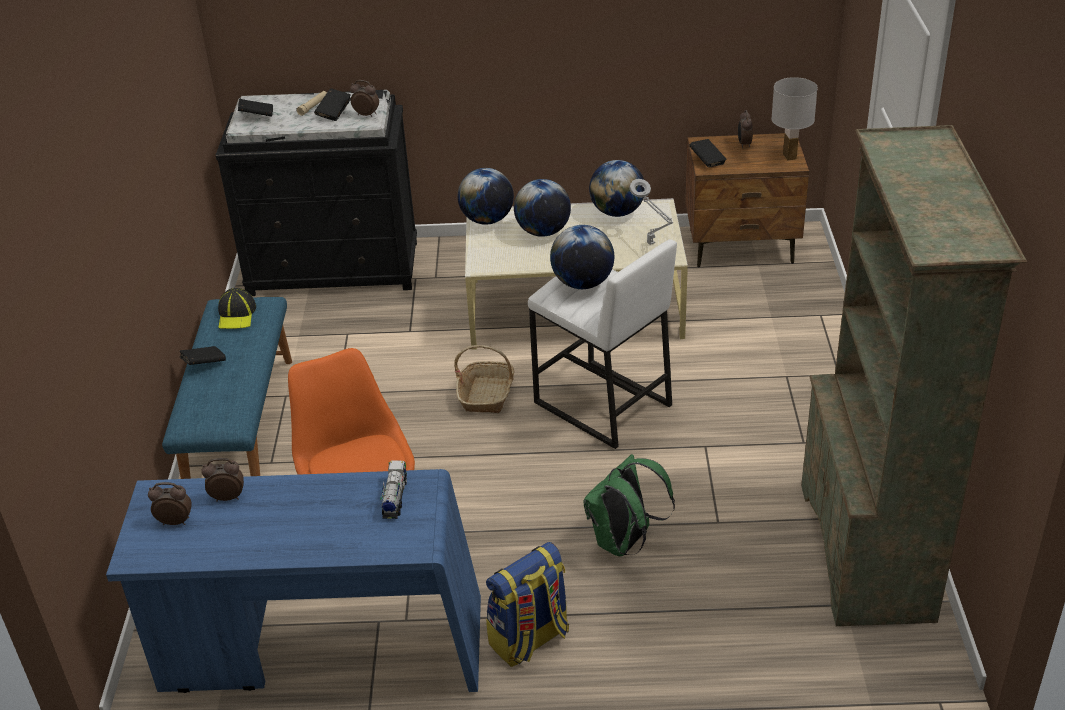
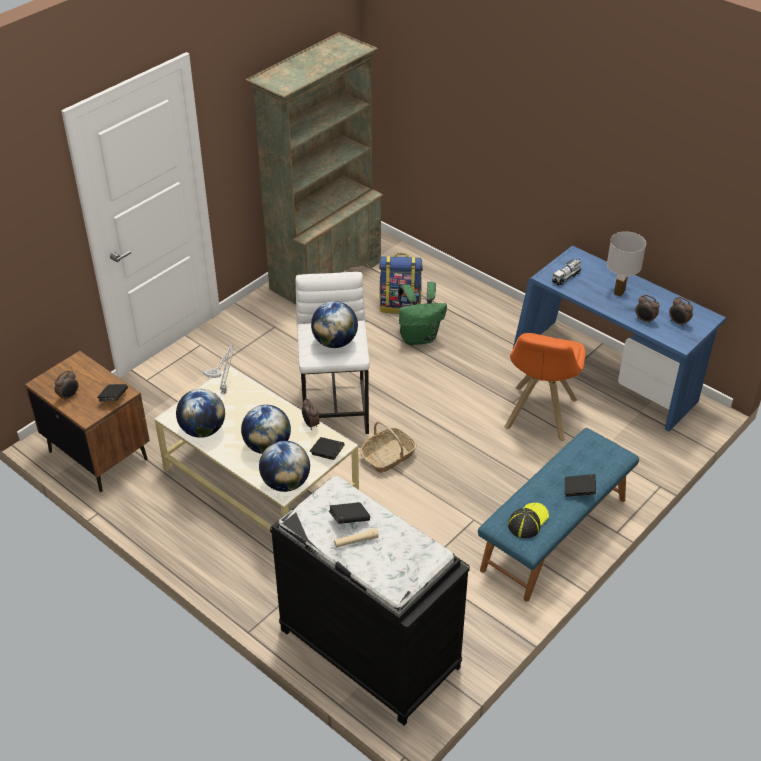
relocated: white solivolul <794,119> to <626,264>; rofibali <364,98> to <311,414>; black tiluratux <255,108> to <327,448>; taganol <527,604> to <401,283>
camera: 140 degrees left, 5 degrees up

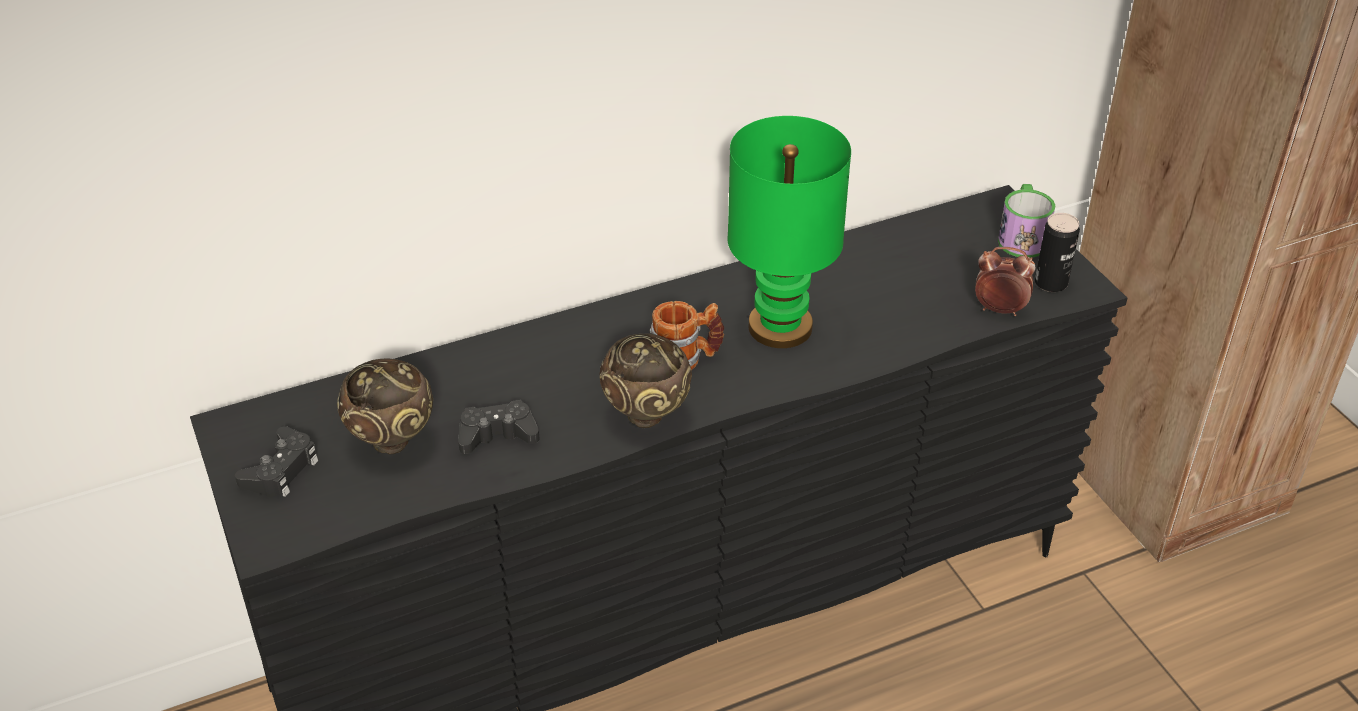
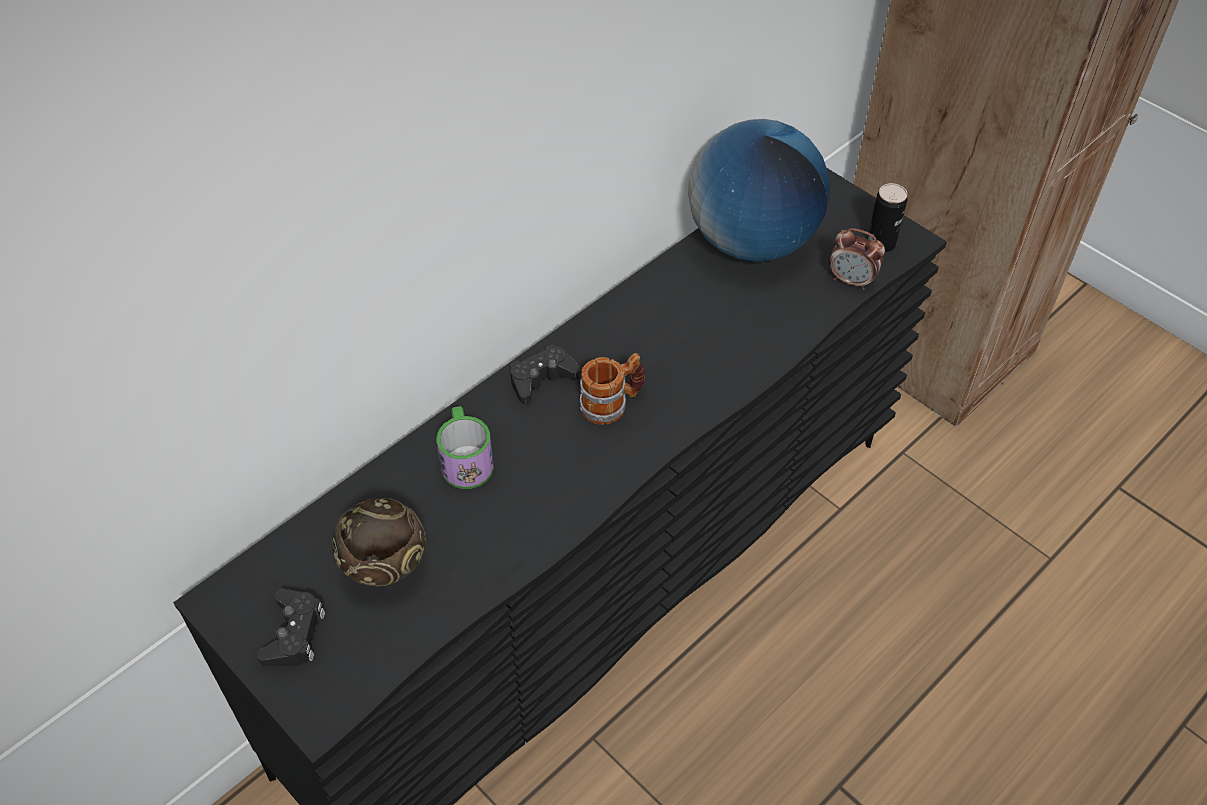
missing: green solivolul <789,232>; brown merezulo <646,381>
appeared: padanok <759,190>
relocated: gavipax <1027,221> to <465,447>; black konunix <498,427> to <545,374>
spun: rofibali <1005,281> = <857,259> 150 degrees counterclockwise
camera: 20 degrees left, 10 degrees up

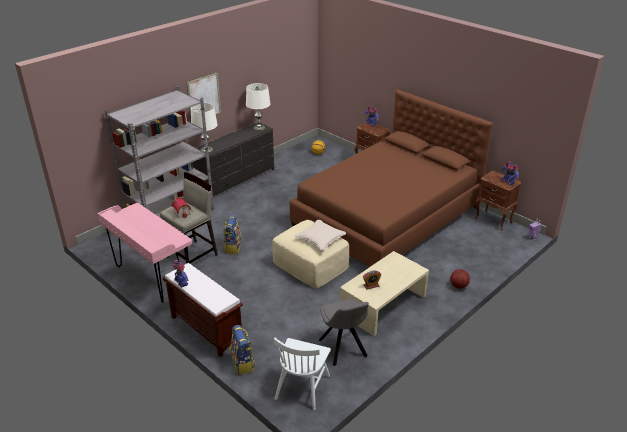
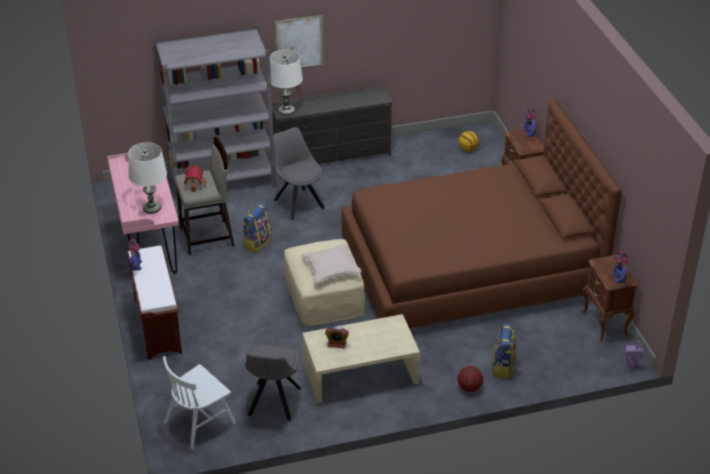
appeared: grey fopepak <299,173>
relocated: white solivolul <258,107> to <147,178>; taganol <242,350> to <504,351>
camera: 30 degrees right, 5 degrees up

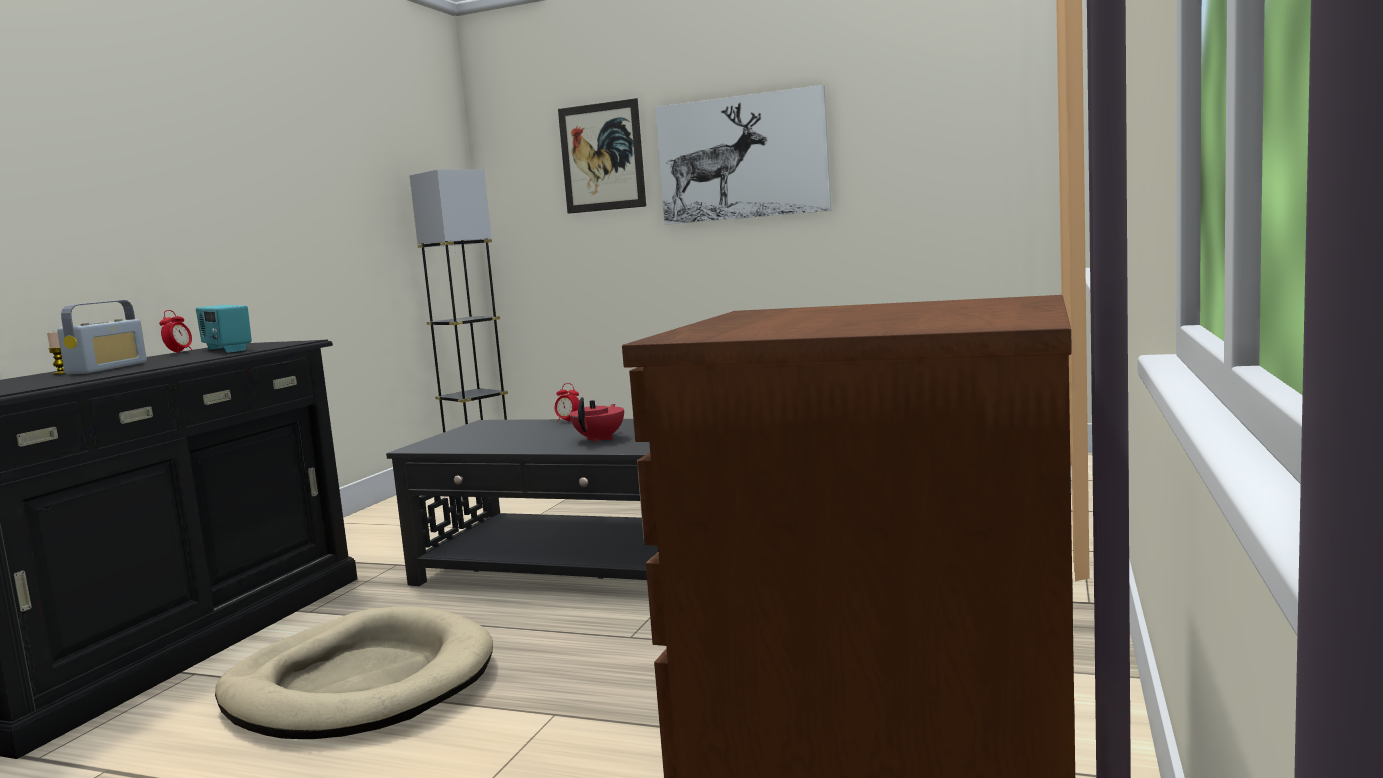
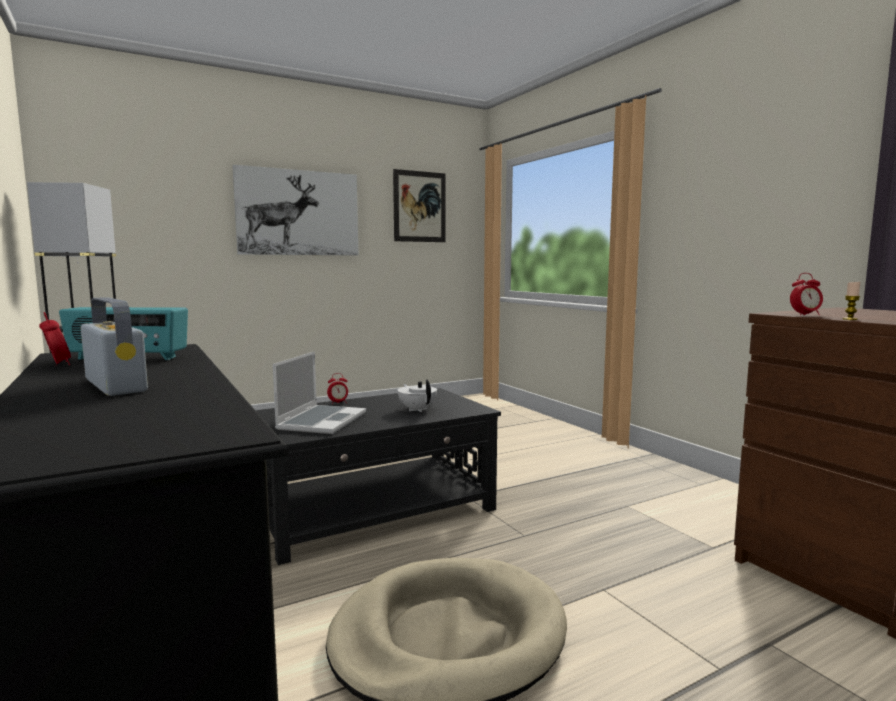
appeared: rofibali <806,294>; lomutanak <319,392>
relocated: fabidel <602,156> to <419,205>; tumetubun <56,352> to <851,301>
colour: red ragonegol <597,419> to white ragonegol <417,395>
camera: 50 degrees left, 0 degrees up

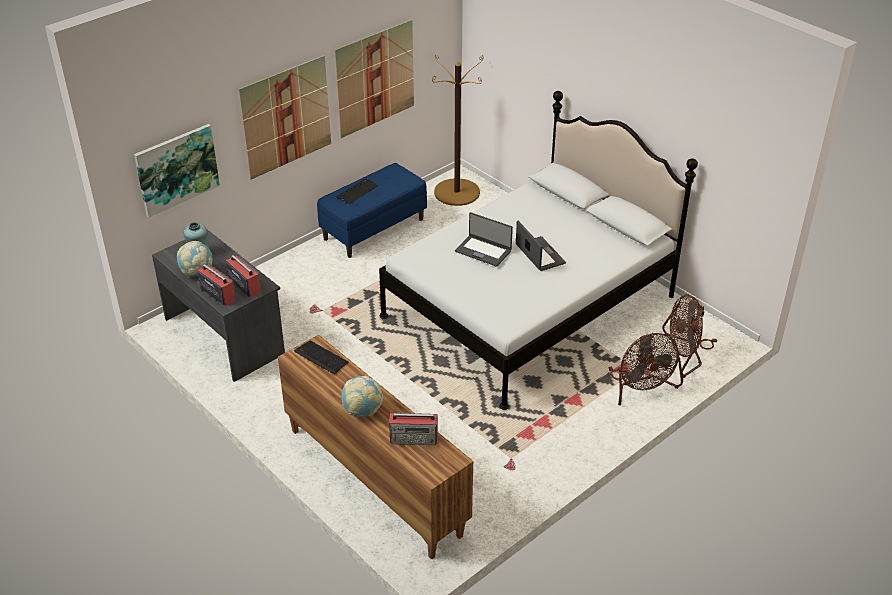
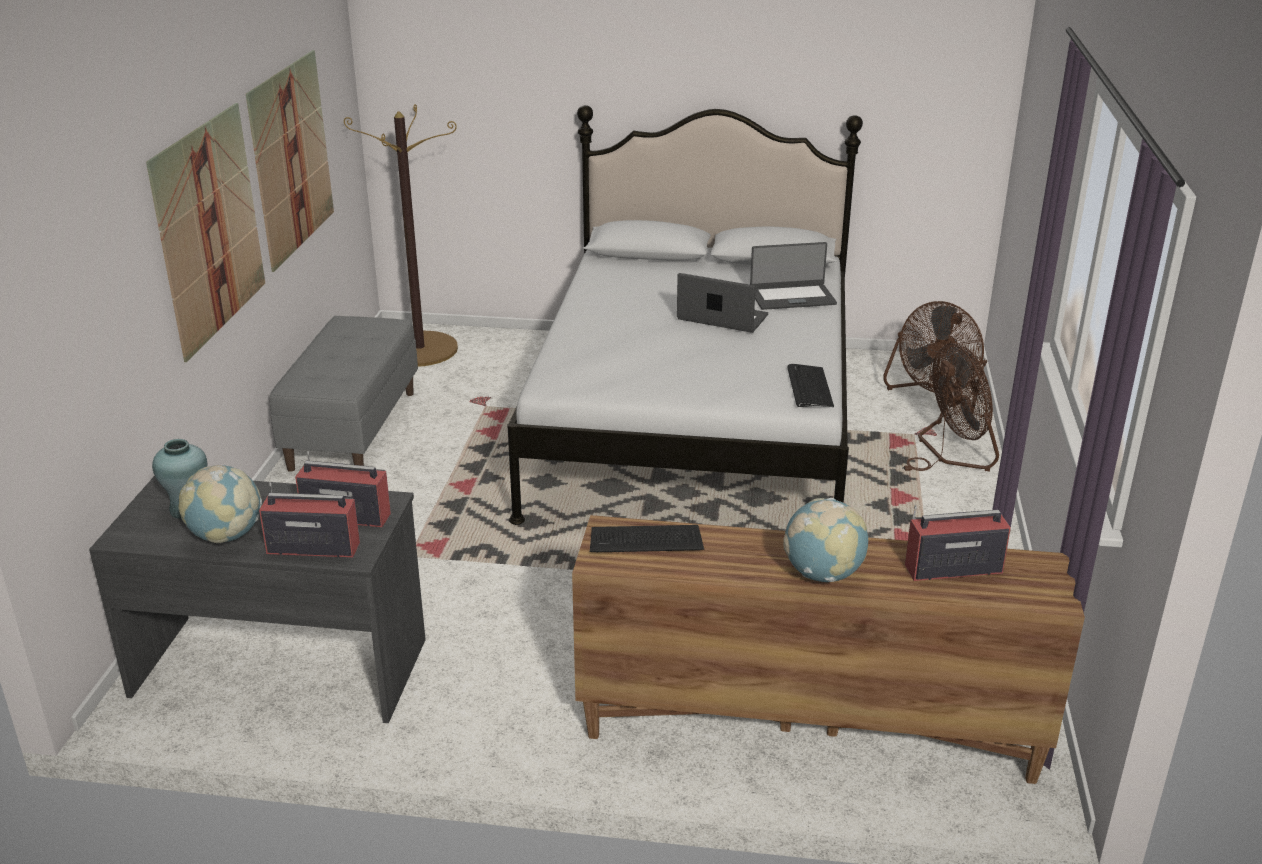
missing: fabidel <177,170>
relocated: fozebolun <357,191> to <810,385>; lomutanak <484,239> to <793,276>
colour: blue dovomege <372,210> to grey dovomege <344,394>
spun: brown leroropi <646,368> = <950,407> 45 degrees counterclockwise; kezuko <413,429> = <958,543> 150 degrees counterclockwise
camera: 40 degrees left, 10 degrees down

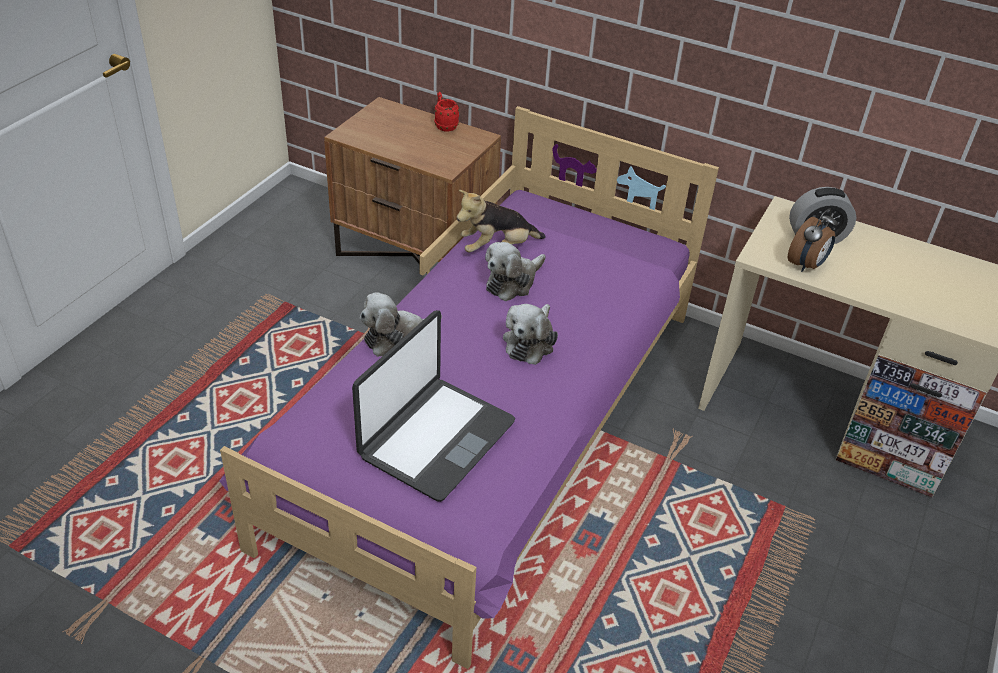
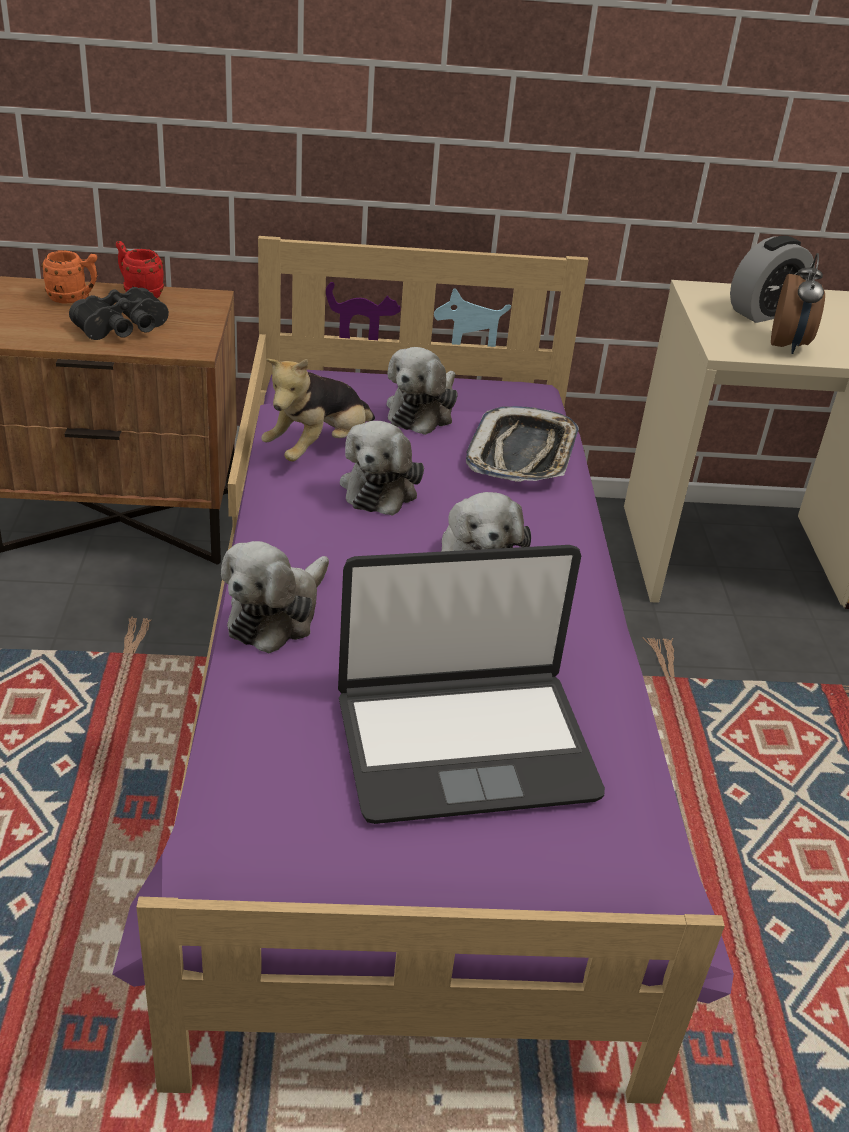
appeared: orange gavipax <69,277>; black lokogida <119,313>; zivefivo <422,391>; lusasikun <522,444>
spun: lomutanak <433,406> = <471,684> 75 degrees clockwise
camera: 30 degrees left, 5 degrees down

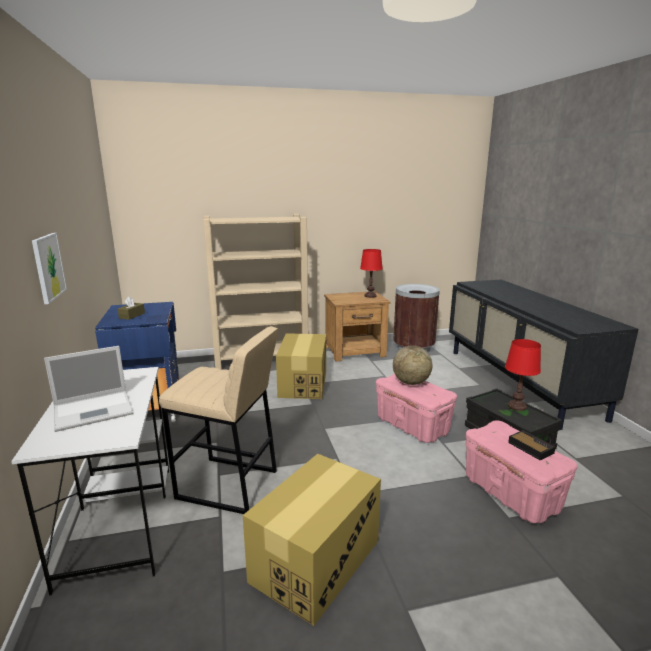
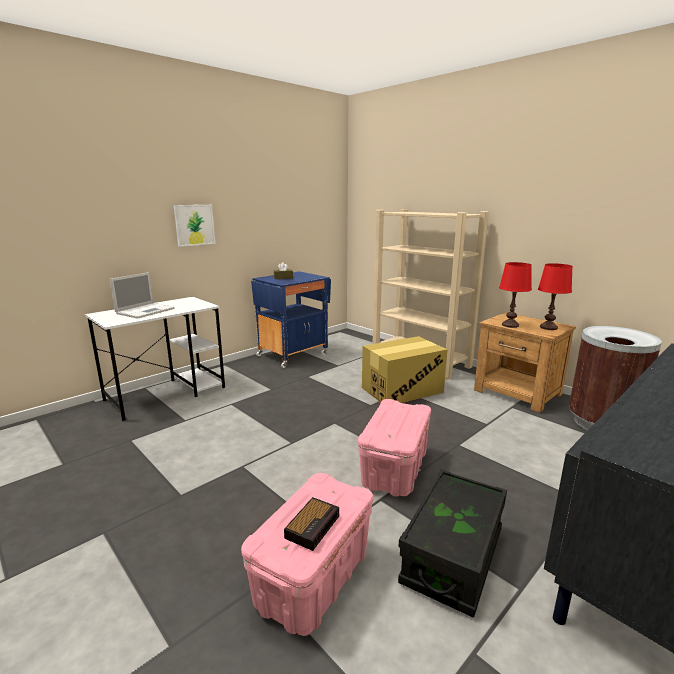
missing: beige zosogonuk <218,420>; padanok <412,365>; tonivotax <312,540>
relocated: red solivolul <523,375> to <515,295>
spun: lomutanak <88,389> = <142,295> 90 degrees counterclockwise
camera: 60 degrees right, 0 degrees up

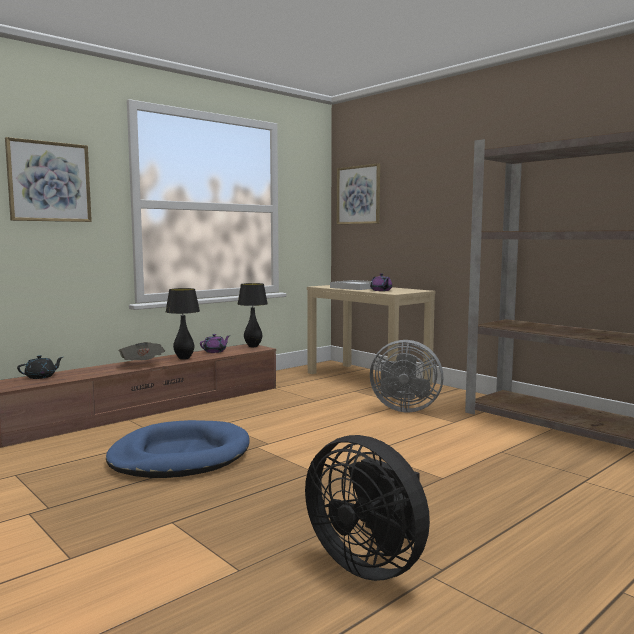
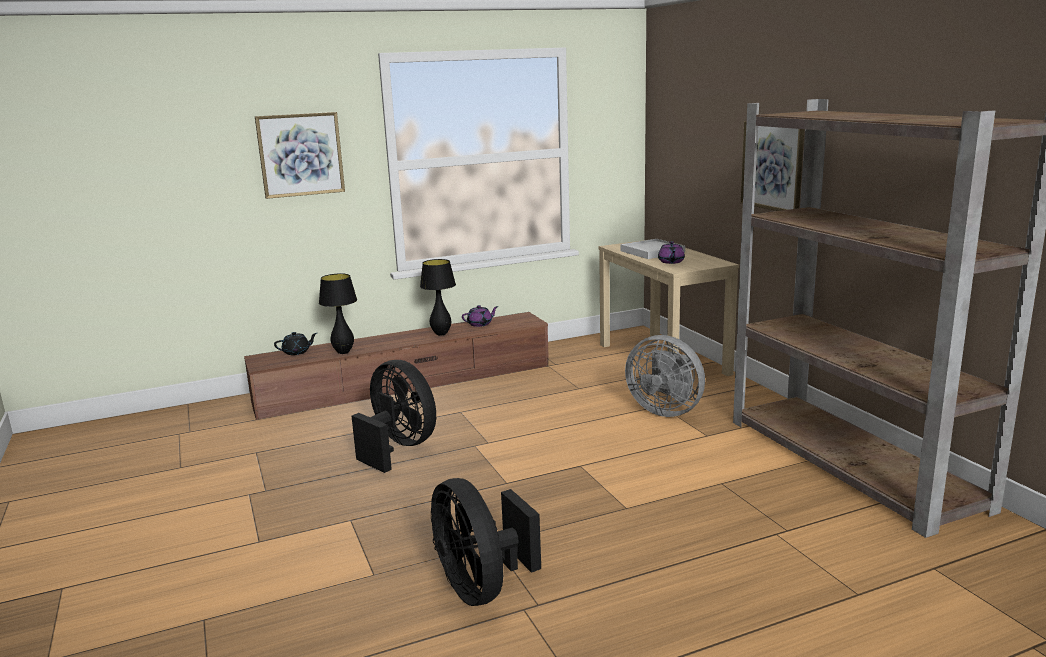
missing: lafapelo <141,351>
relocated: fabidel <358,193> to <772,166>; black solivolul <252,315> to <338,313>
exchanged: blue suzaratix <178,449> to black leroropi <394,416>
camera: 20 degrees right, 10 degrees up

